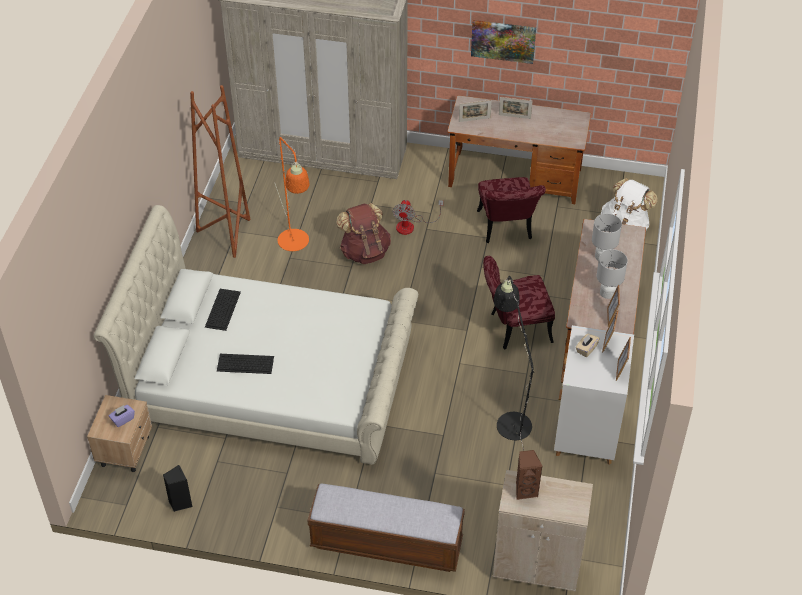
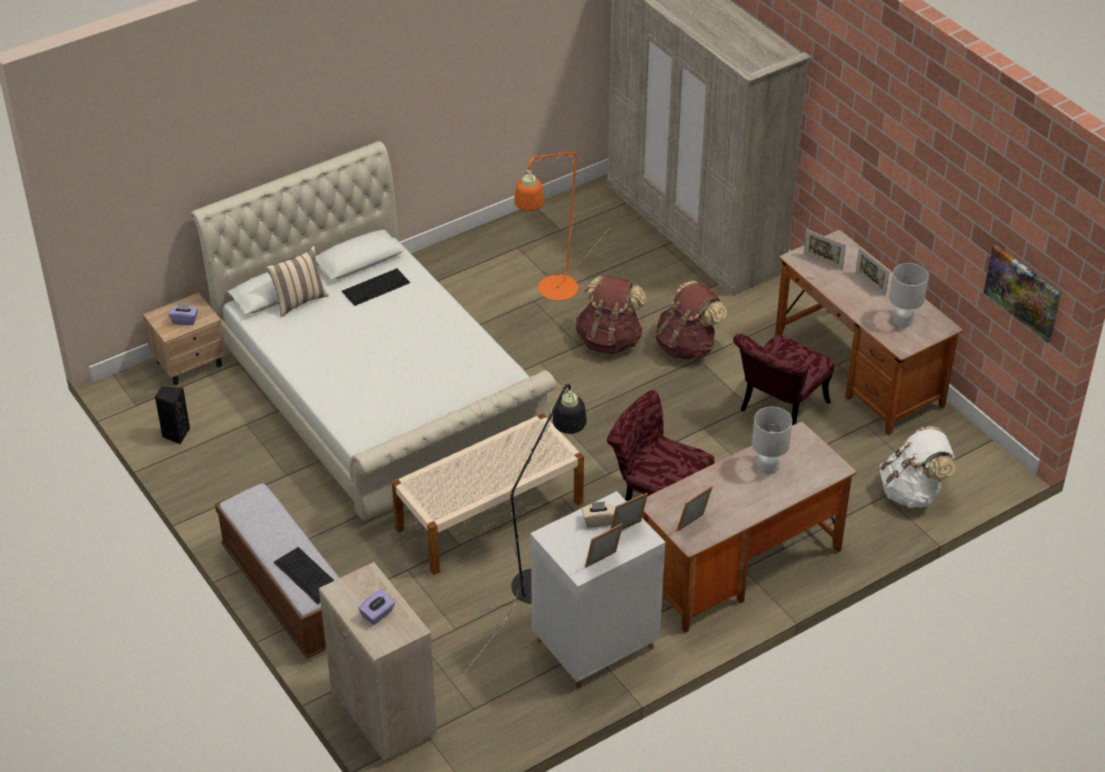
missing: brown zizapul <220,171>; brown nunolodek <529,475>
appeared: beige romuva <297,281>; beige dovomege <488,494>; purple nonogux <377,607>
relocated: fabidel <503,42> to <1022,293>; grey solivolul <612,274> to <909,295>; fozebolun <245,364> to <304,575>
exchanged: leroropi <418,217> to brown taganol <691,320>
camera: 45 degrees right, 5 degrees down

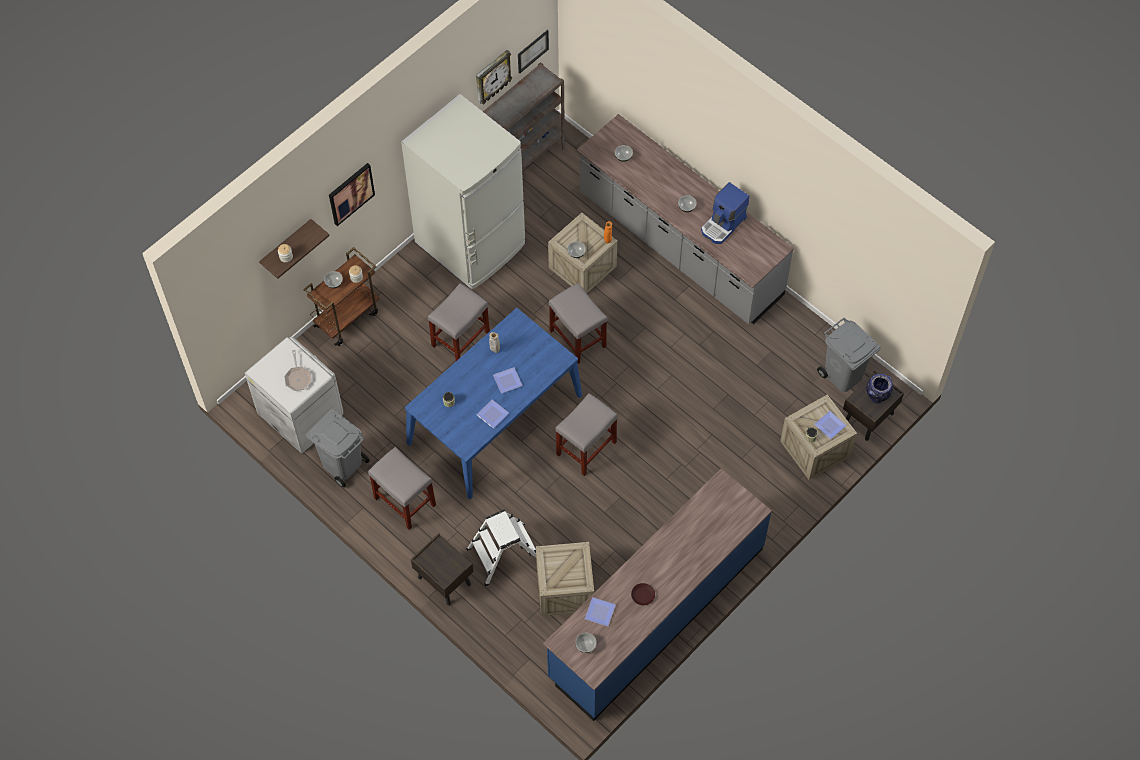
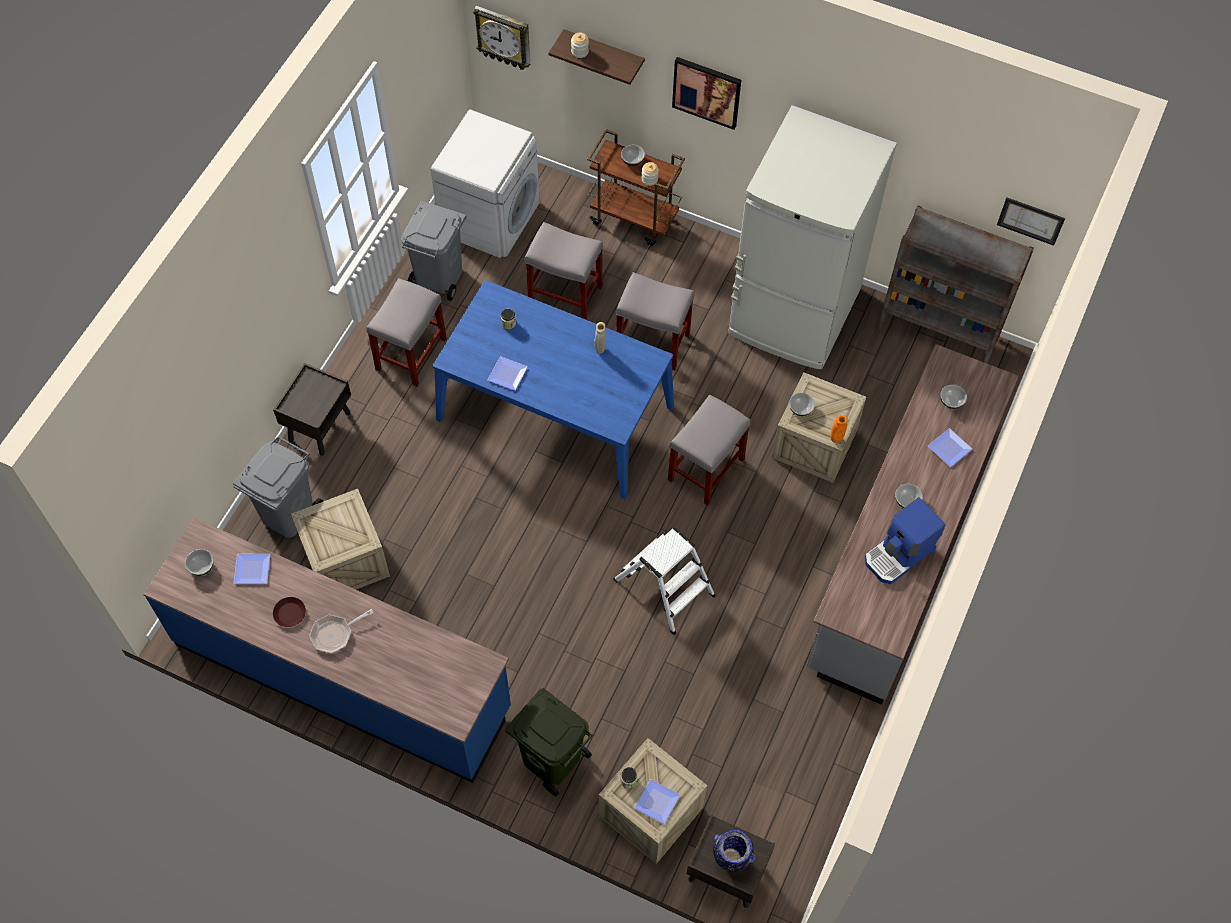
appeared: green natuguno <549,742>
relocated: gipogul <494,77> to <501,37>; grey natuguno <849,354> to <278,487>; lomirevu <298,370> to <341,631>; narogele <508,380> to <950,447>; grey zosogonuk <586,434> to <564,270>; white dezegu <501,547> to <664,581>
spun: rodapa <725,213> = <905,540> 60 degrees counterclockwise
camera: 70 degrees right, 0 degrees up

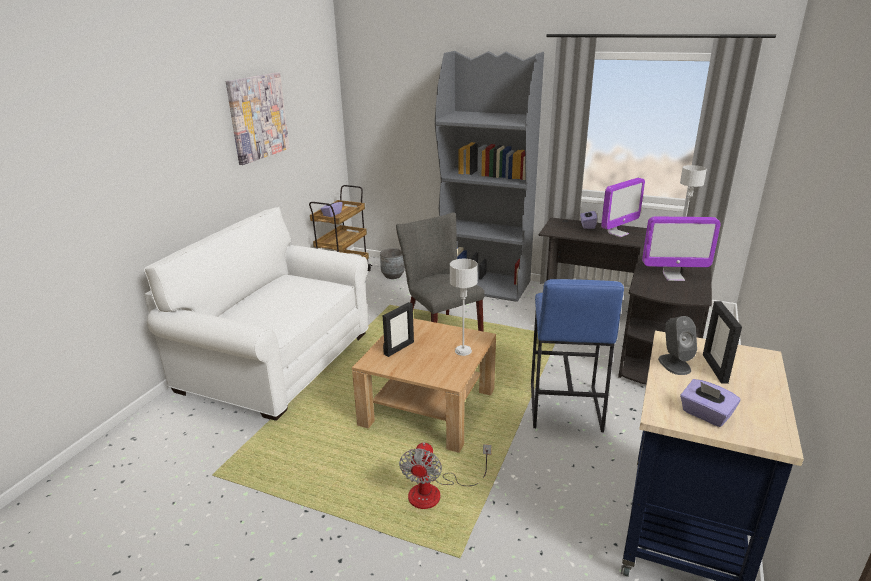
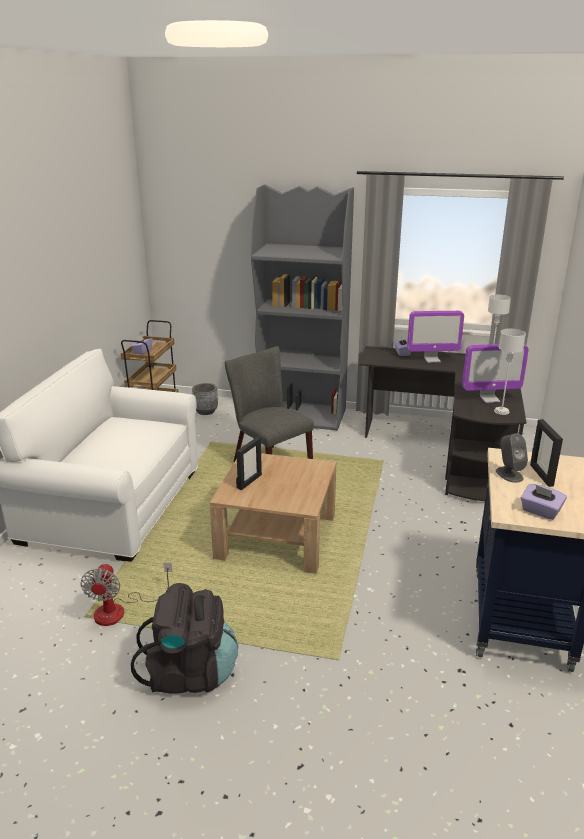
missing: fabidel <257,118>; blue zosogonuk <577,355>
appeared: black taganol <184,638>
relocated: grey solivolul <464,307> to <510,371>; leroropi <445,475> to <126,594>
spun: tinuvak <623,207> = <435,337> 45 degrees clockwise
camera: 10 degrees left, 0 degrees up

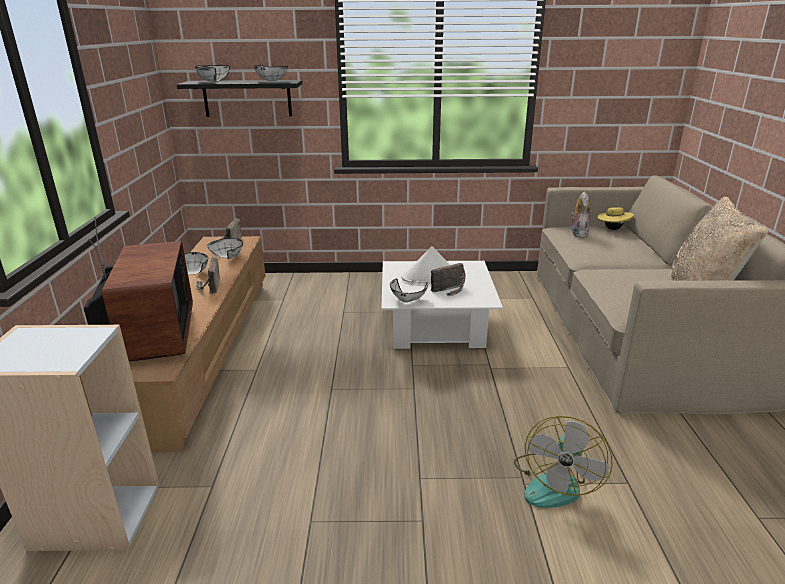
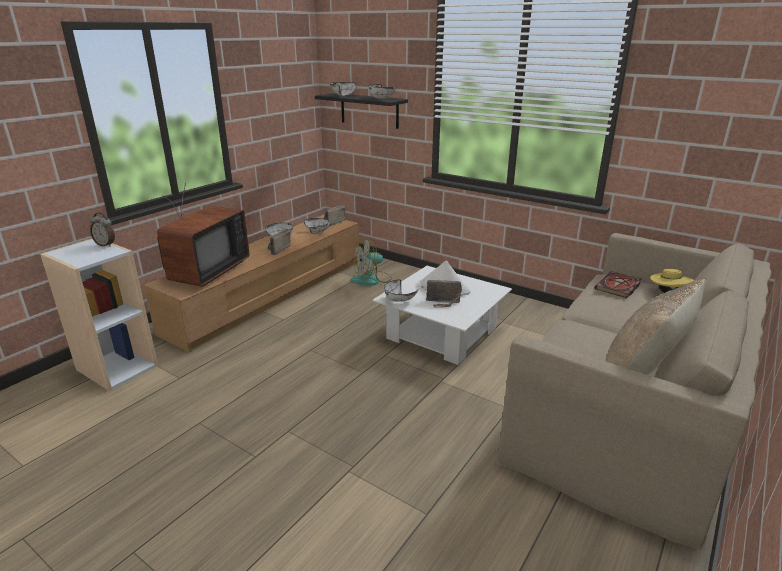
appeared: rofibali <102,229>
relocated: leroropi <563,462> to <371,262>
exchanged: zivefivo <580,214> to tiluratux <617,284>
camera: 35 degrees right, 0 degrees up

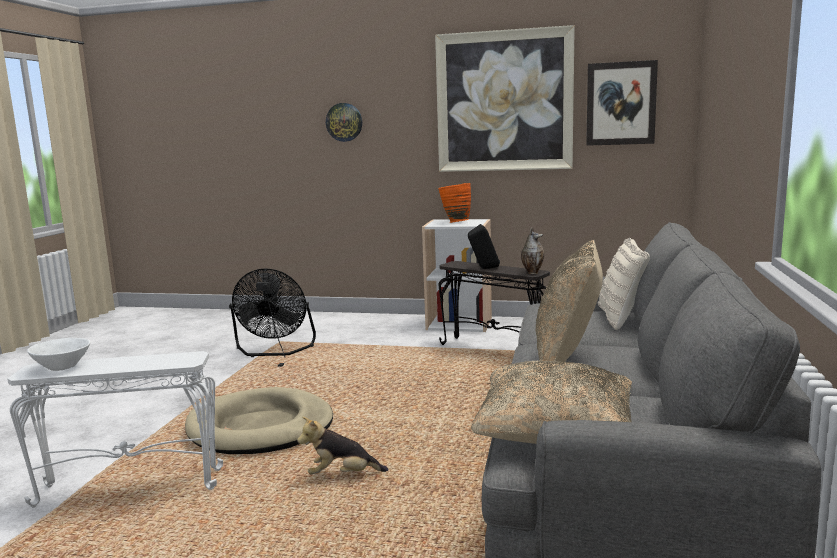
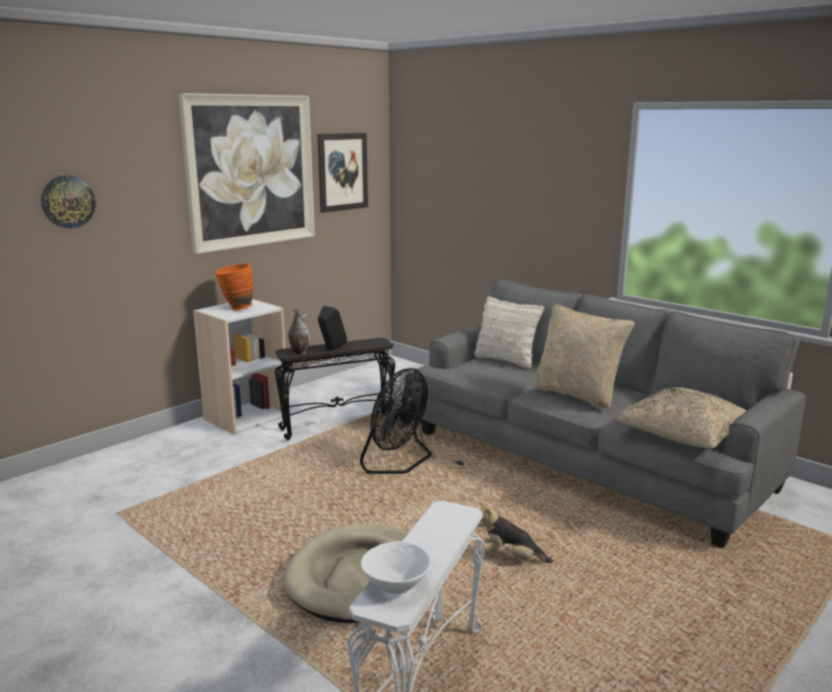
relocated: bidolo <532,250> to <299,331>; black leroropi <272,318> to <412,421>
spun: zivefivo <343,445> = <515,532> 75 degrees clockwise
camera: 60 degrees left, 5 degrees up

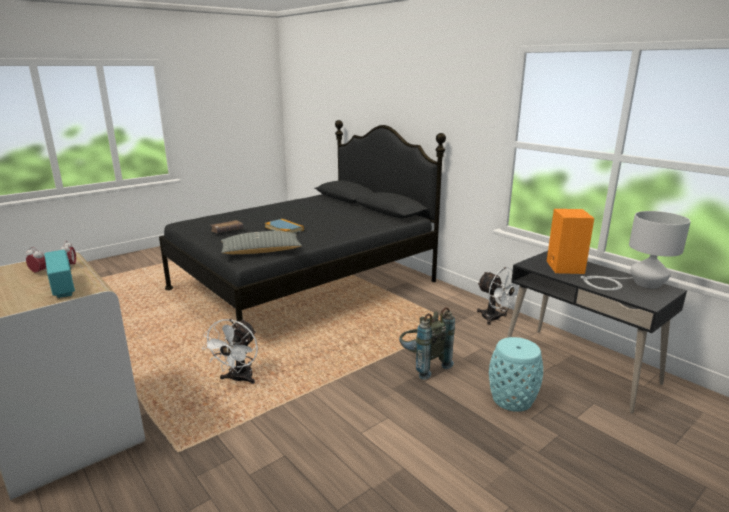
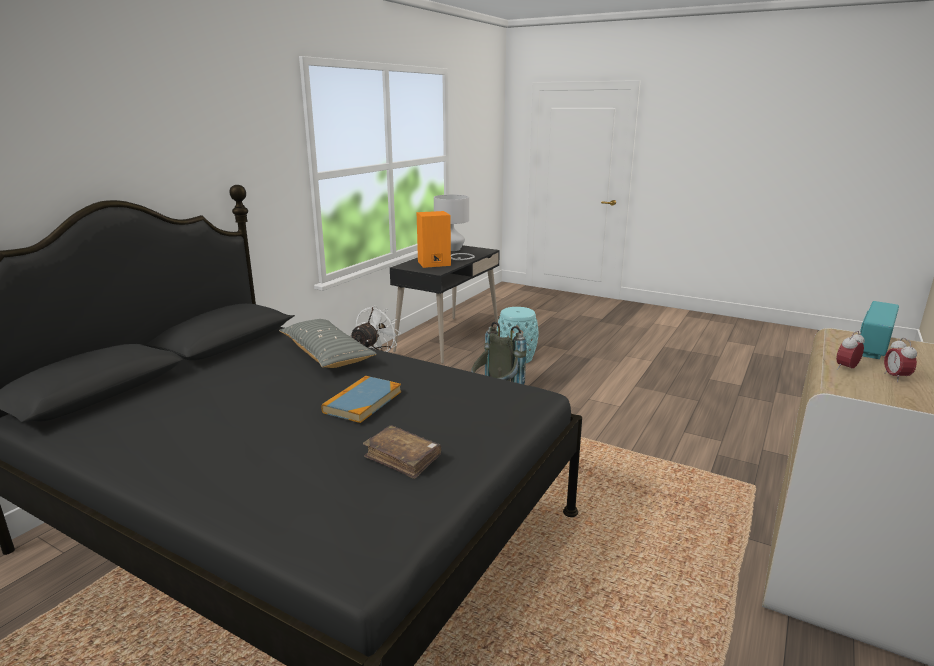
missing: white leroropi <230,351>
relocated: grey romuva <261,242> to <328,343>
camera: 110 degrees left, 0 degrees up

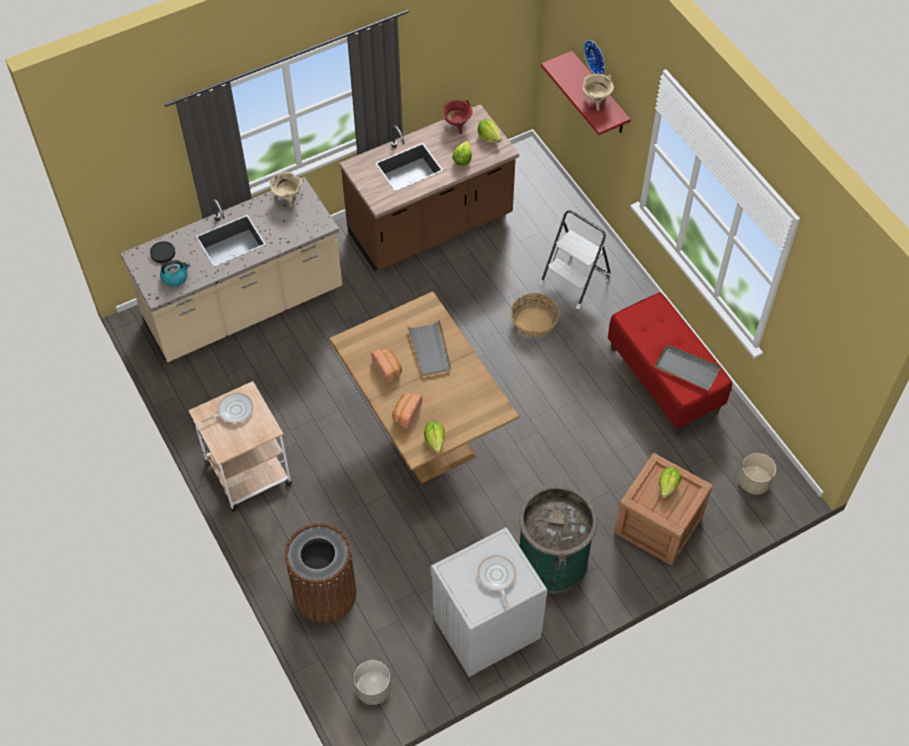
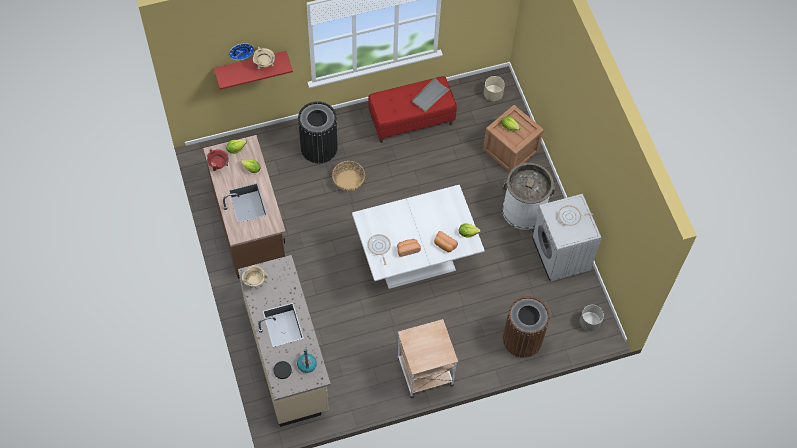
missing: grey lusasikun <429,348>
relocated: lomirevu <227,407> to <379,249>
exchanged: white dezegu <575,259> to black natuguno <318,132>
colour: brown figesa <424,388> to white figesa <418,237>; green natuguno <558,539> to white natuguno <528,196>
camera: 80 degrees left, 5 degrees up

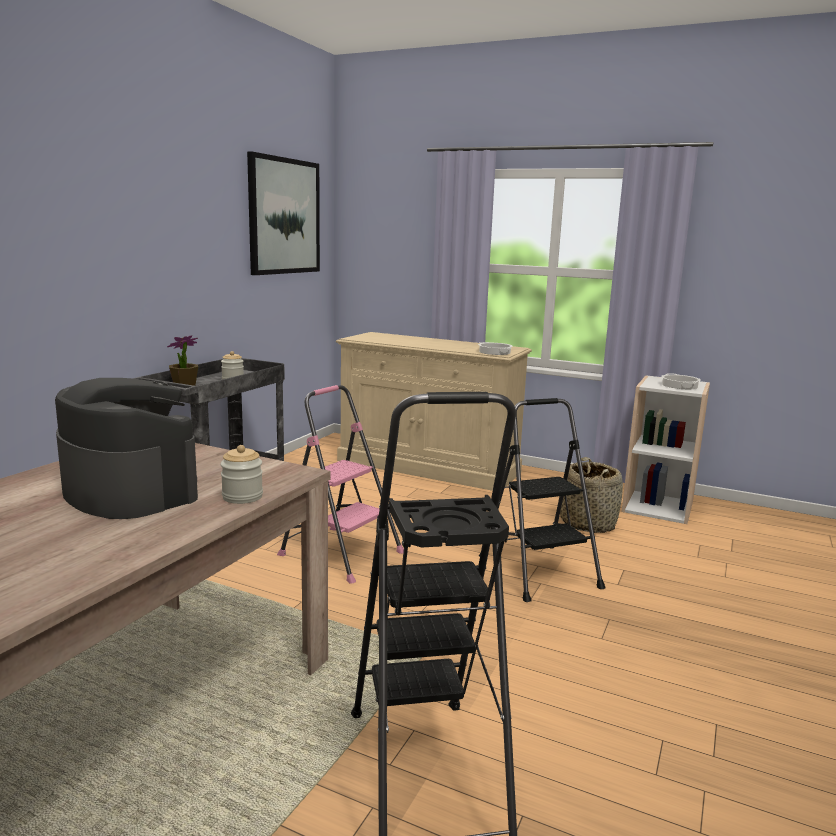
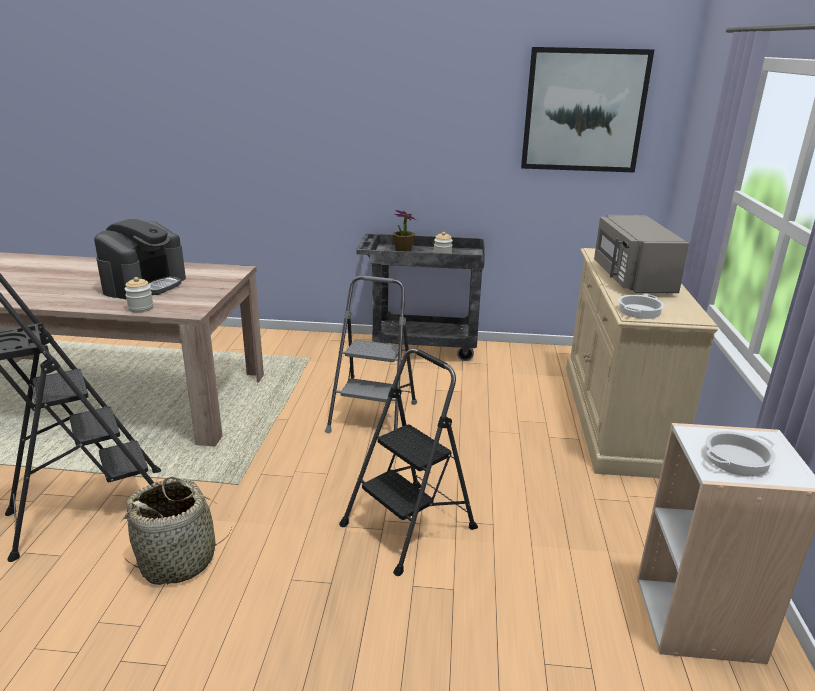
appeared: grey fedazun <641,254>
relocated: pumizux <591,495> to <176,530>
colour: pink dezegu <340,484> to grey dezegu <371,354>
camera: 70 degrees right, 10 degrees up

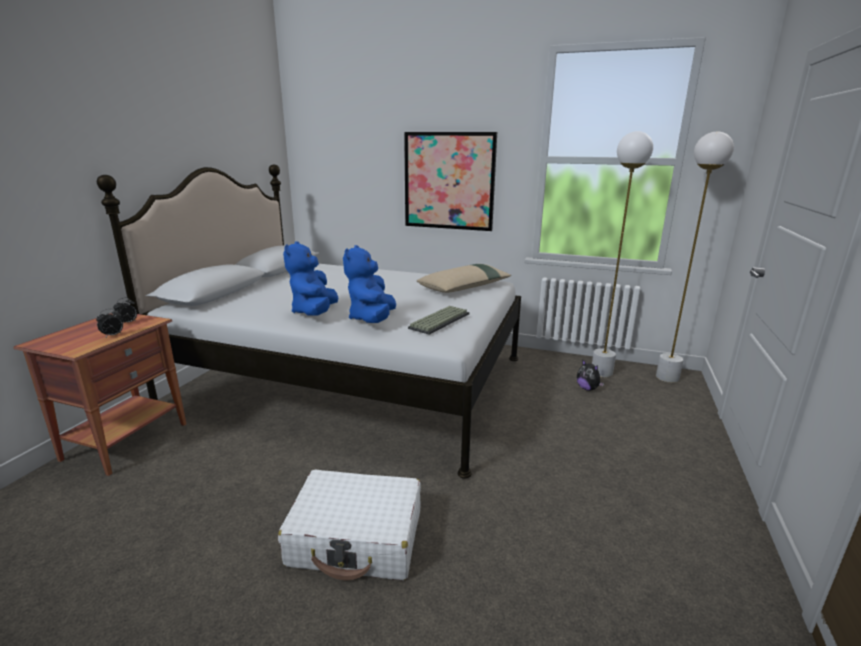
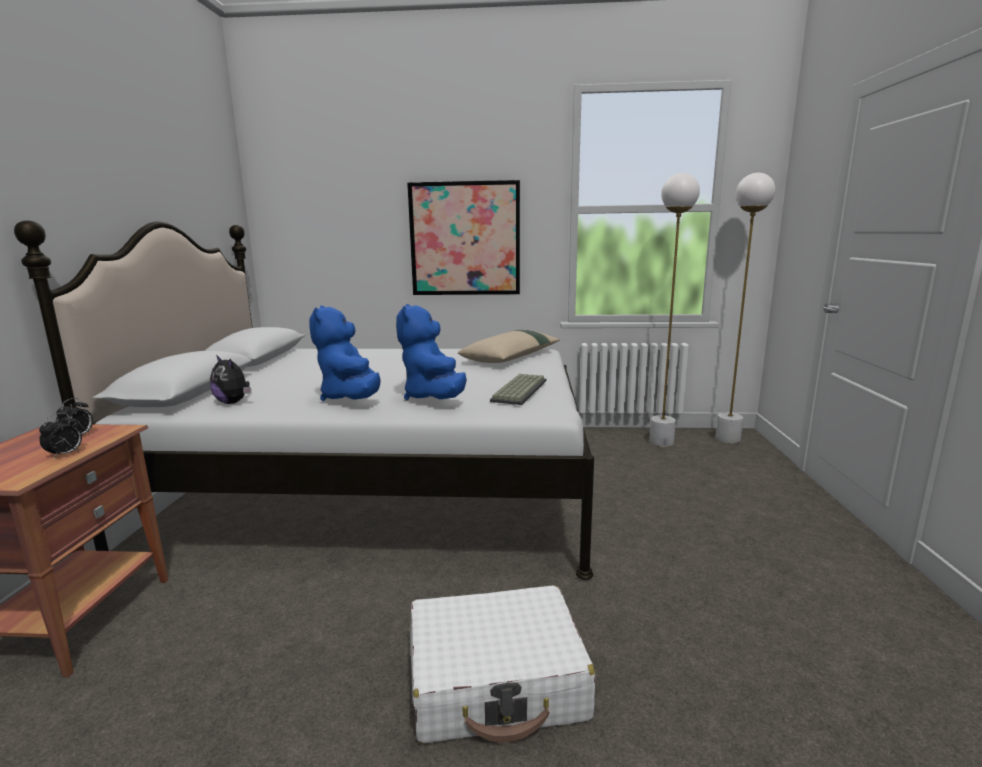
relocated: zivefivo <590,375> to <230,379>
camera: 15 degrees left, 5 degrees down

